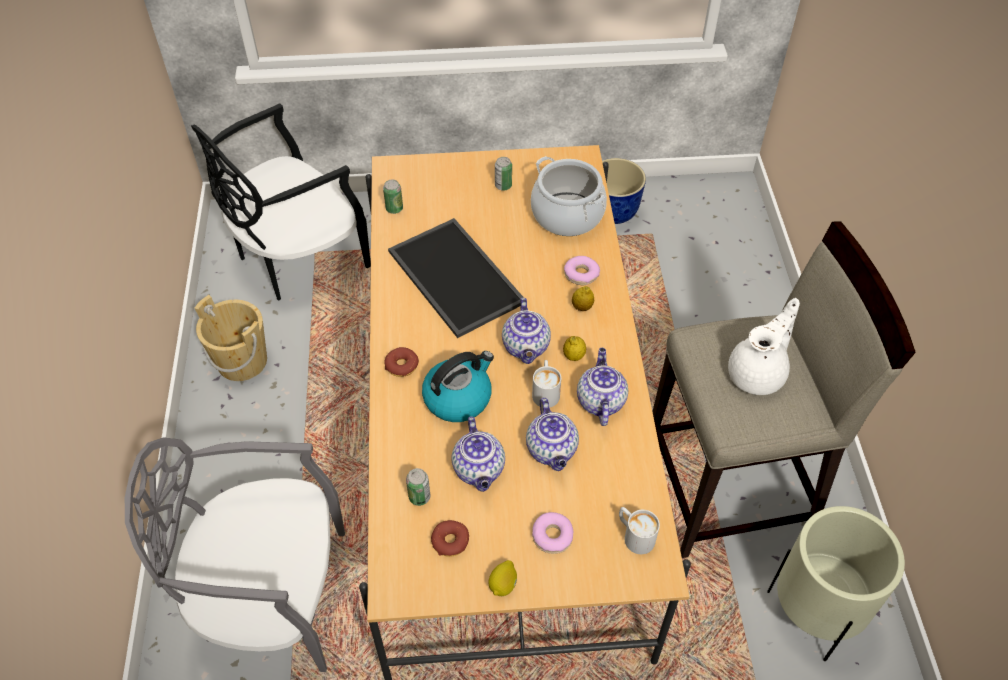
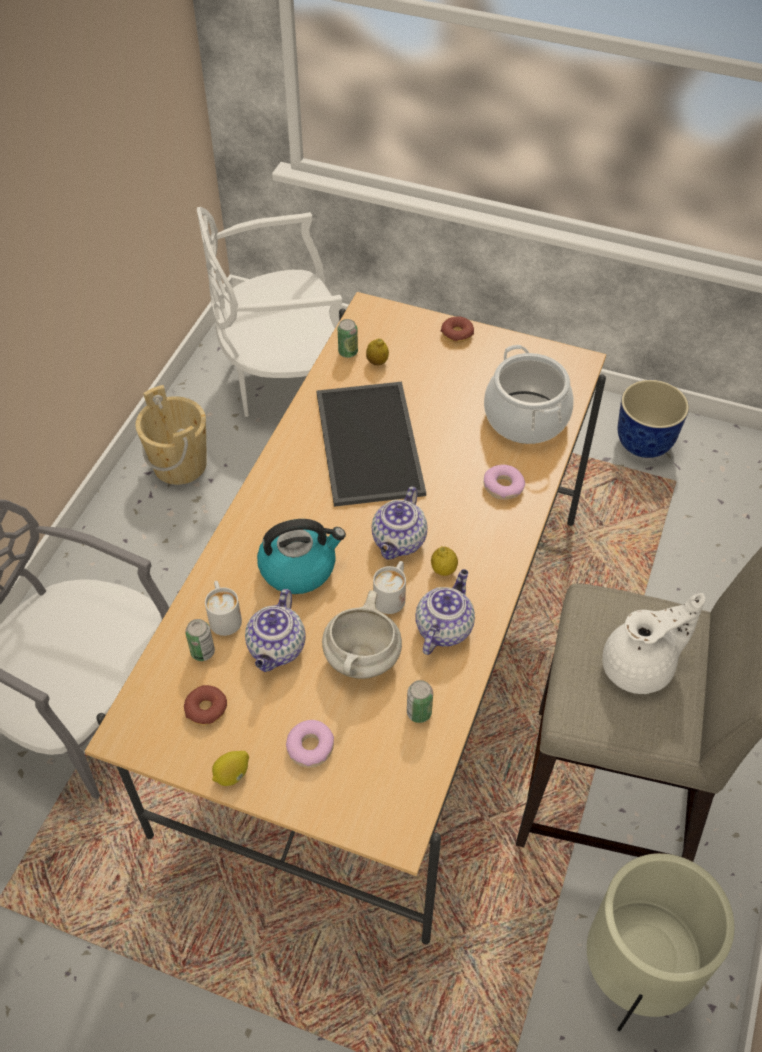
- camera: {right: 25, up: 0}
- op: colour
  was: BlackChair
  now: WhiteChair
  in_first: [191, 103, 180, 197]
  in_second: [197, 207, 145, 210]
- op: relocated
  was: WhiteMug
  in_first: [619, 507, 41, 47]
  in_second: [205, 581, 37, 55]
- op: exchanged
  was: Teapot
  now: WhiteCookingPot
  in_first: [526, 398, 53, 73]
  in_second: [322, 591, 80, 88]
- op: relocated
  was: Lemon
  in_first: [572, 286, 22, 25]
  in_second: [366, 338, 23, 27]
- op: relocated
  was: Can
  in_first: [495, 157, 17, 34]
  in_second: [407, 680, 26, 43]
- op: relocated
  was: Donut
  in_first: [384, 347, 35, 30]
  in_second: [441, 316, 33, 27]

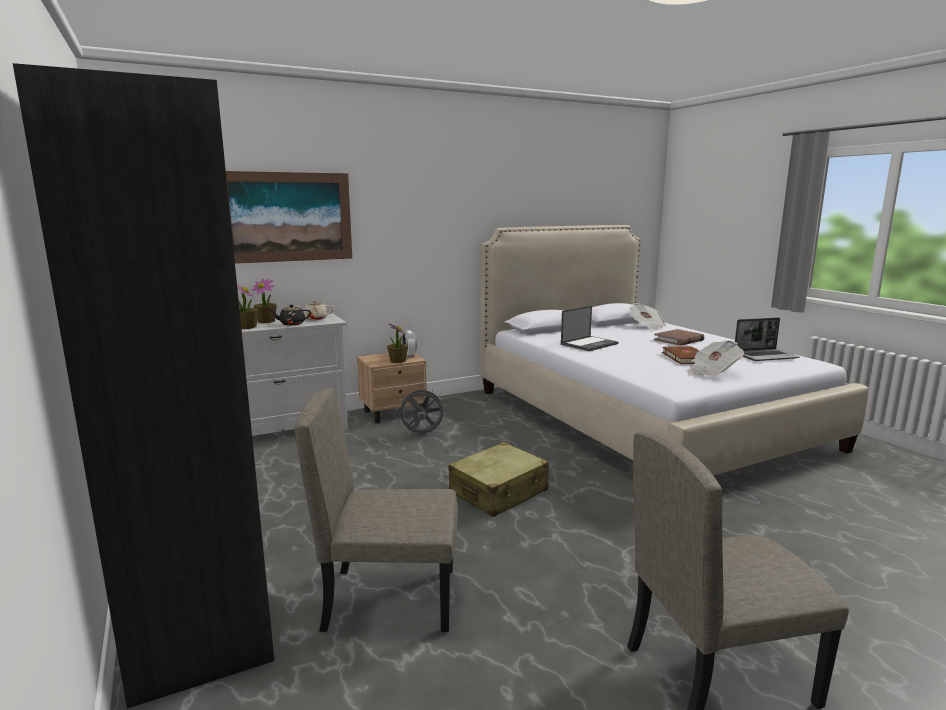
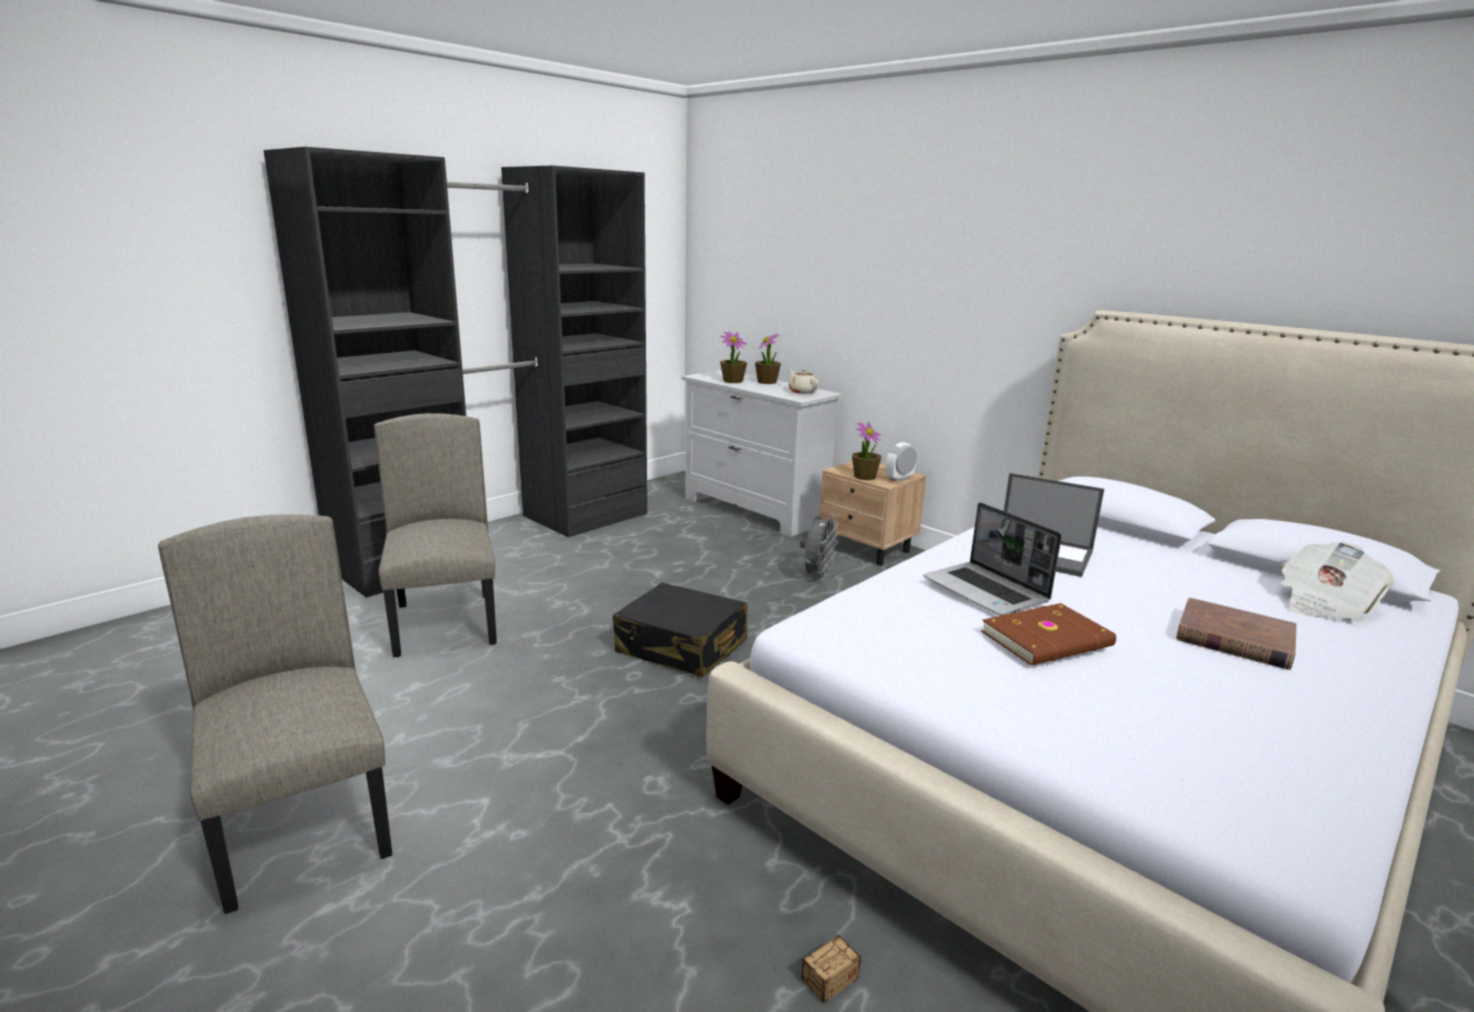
- camera: {right: 70, up: 5}
- op: colour
  was: BeigeSuitcase
  now: BlackSuitcase
  in_first: [449, 442, 100, 75]
  in_second: [613, 582, 134, 96]
- op: appeared
  now: StorageBox
  in_second: [774, 935, 87, 68]
- op: spun
  was: GreyFan
  in_first: [398, 387, 48, 46]
  in_second: [800, 514, 39, 66]
  clockwise: 45
- op: relocated
  was: Laptop
  in_first: [735, 318, 65, 43]
  in_second: [923, 502, 139, 114]
- op: missing
  was: Picture
  in_first: [226, 171, 126, 93]
- op: missing
  was: BlackTeapot
  in_first: [270, 305, 41, 20]
- op: missing
  was: Newspaper
  in_first: [688, 340, 56, 36]

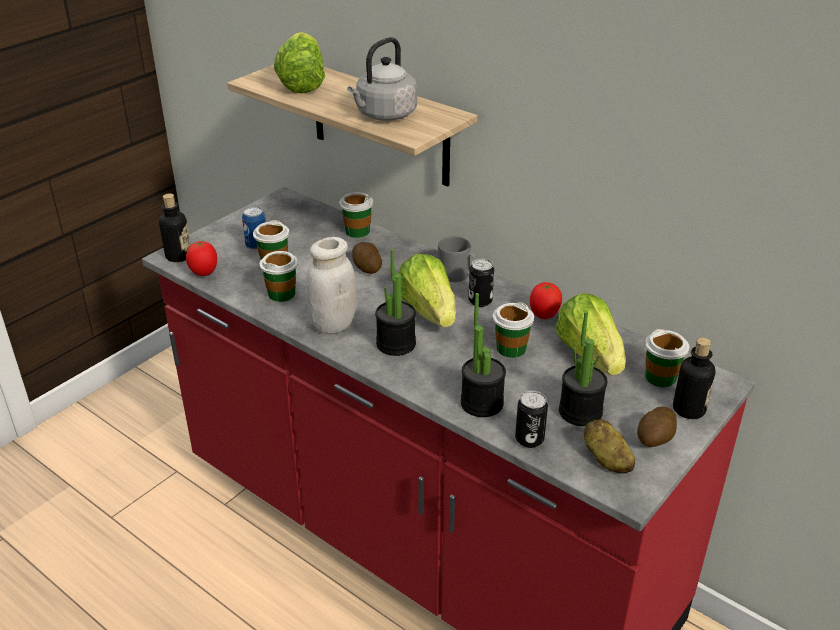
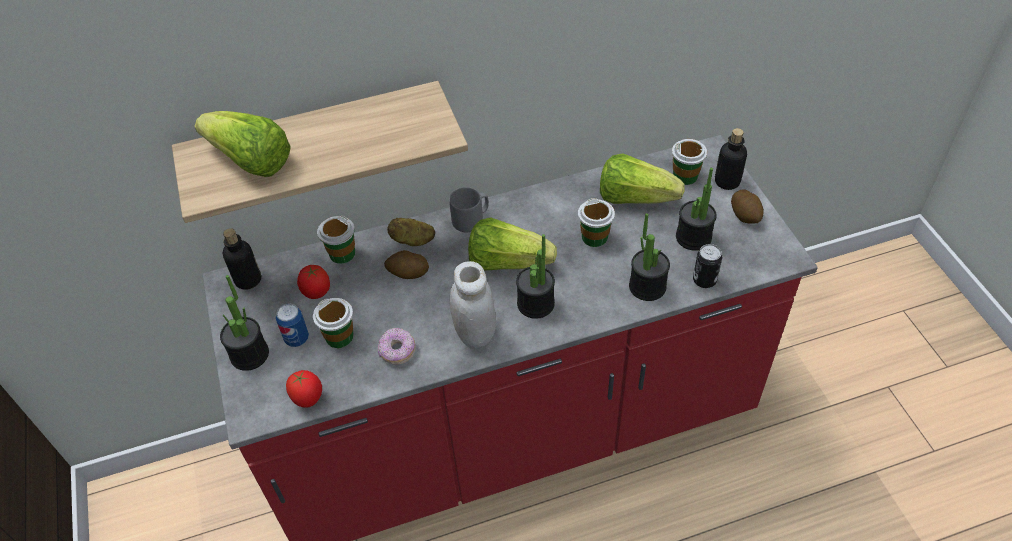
- camera: {right: -55, up: 15}
- op: appeared
  now: PottedPlant
  in_second: [220, 275, 49, 96]
- op: relocated
  was: Bottle
  in_first: [159, 193, 32, 69]
  in_second: [223, 228, 38, 62]
- op: relocated
  was: Tomato
  in_first: [530, 282, 32, 37]
  in_second: [297, 265, 33, 34]
- op: exchanged
  was: Cup
  now: Donut
  in_first: [260, 251, 38, 51]
  in_second: [378, 328, 38, 36]
- op: relocated
  was: Potato
  in_first: [584, 419, 51, 55]
  in_second: [387, 218, 48, 28]
- op: missing
  was: GreyKettle
  in_first: [347, 37, 70, 84]
- op: missing
  was: Can
  in_first: [469, 259, 25, 48]

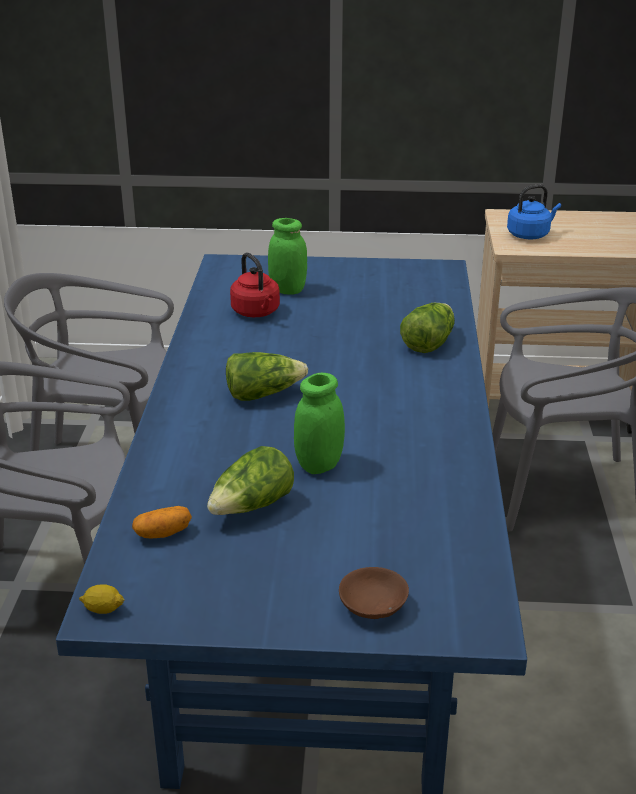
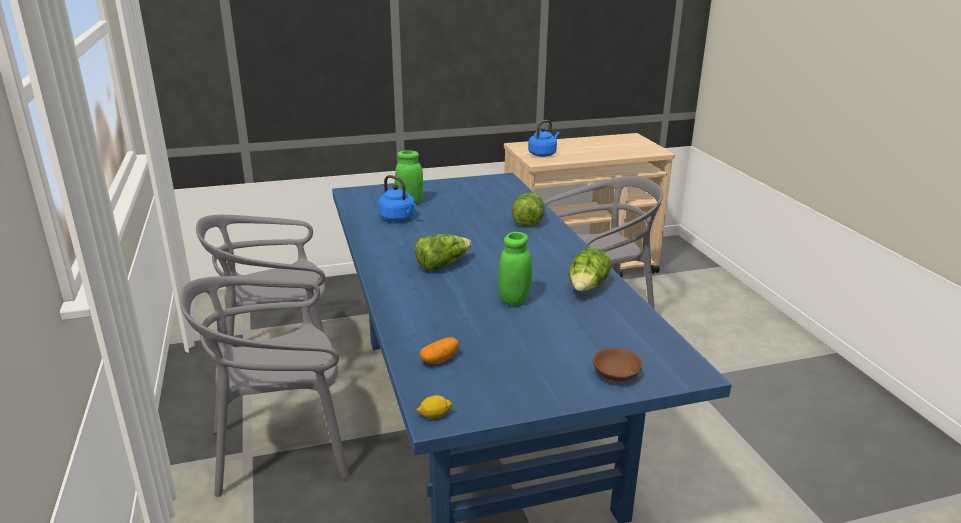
- camera: {right: -20, up: -5}
- op: colour
  was: RedKettle
  now: BlueKettle
  in_first: [230, 253, 50, 64]
  in_second: [379, 175, 37, 46]
- op: relocated
  was: Lettuce
  in_first: [207, 446, 87, 69]
  in_second: [569, 247, 42, 45]

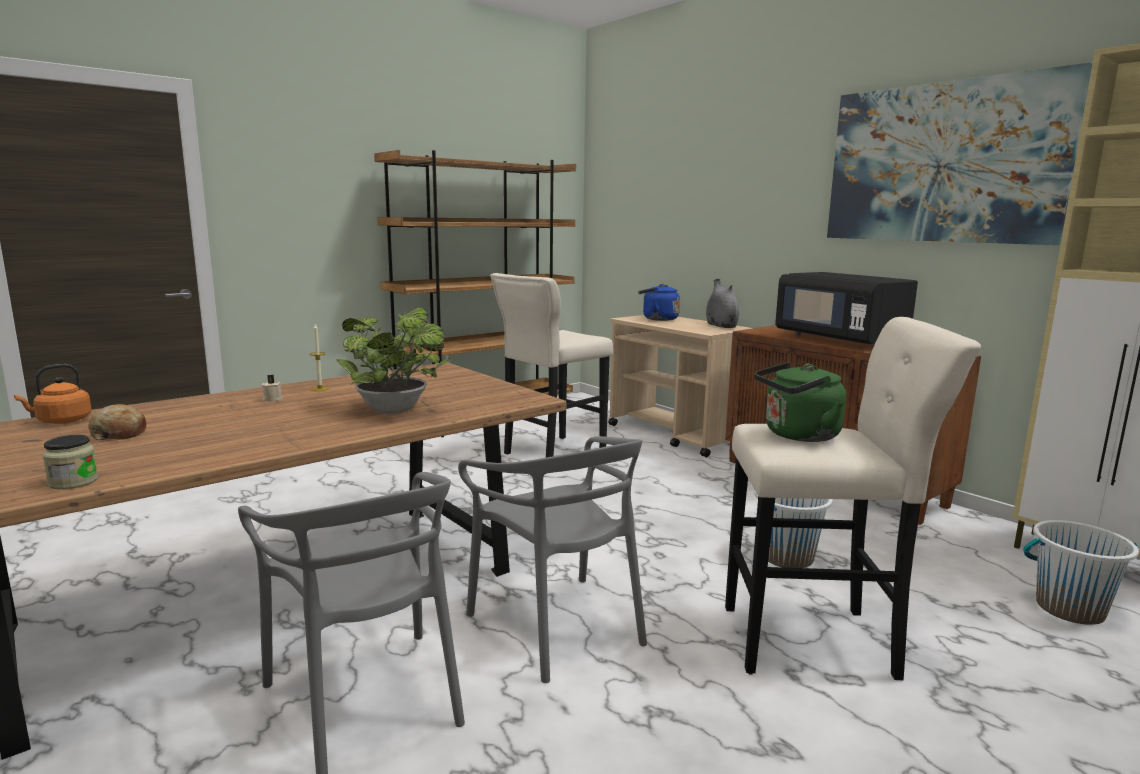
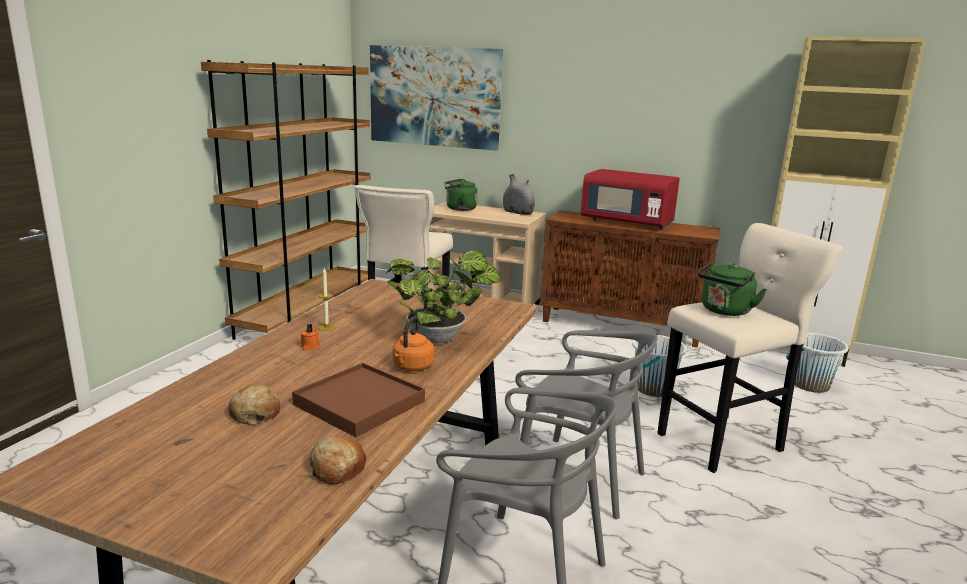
- camera: {right: -30, up: 5}
- op: appeared
  now: BrownTray
  in_second: [292, 363, 133, 74]
- op: colour
  was: BeigeCandle
  now: OrangeCandle
  in_first: [262, 375, 21, 27]
  in_second: [300, 324, 20, 26]
- op: exchanged
  was: Jar
  now: Bread
  in_first: [43, 435, 55, 54]
  in_second: [309, 436, 57, 49]
- op: relocated
  was: Picture
  in_first: [827, 63, 265, 182]
  in_second: [370, 45, 133, 106]
- op: relocated
  was: OrangeKettle
  in_first: [14, 364, 77, 60]
  in_second: [393, 316, 41, 55]
- op: colour
  was: BlueKettle
  now: GreenKettle
  in_first: [638, 284, 42, 37]
  in_second: [445, 179, 33, 32]
- op: colour
  was: BlackMicrowave
  now: RedMicrowave
  in_first: [775, 272, 143, 73]
  in_second: [581, 169, 99, 61]

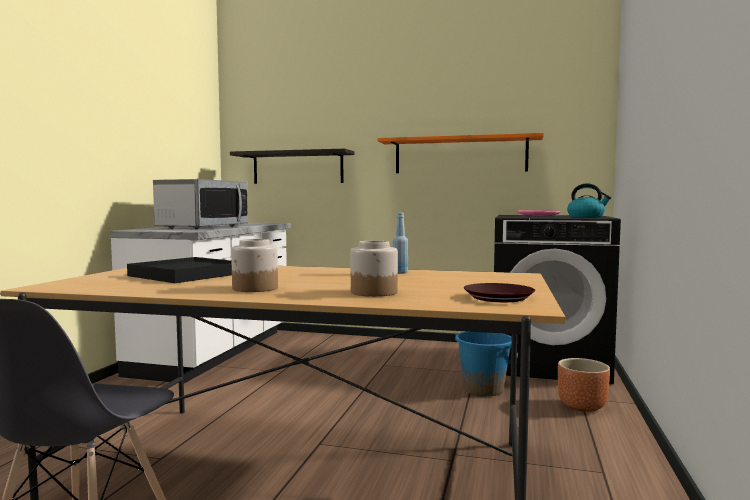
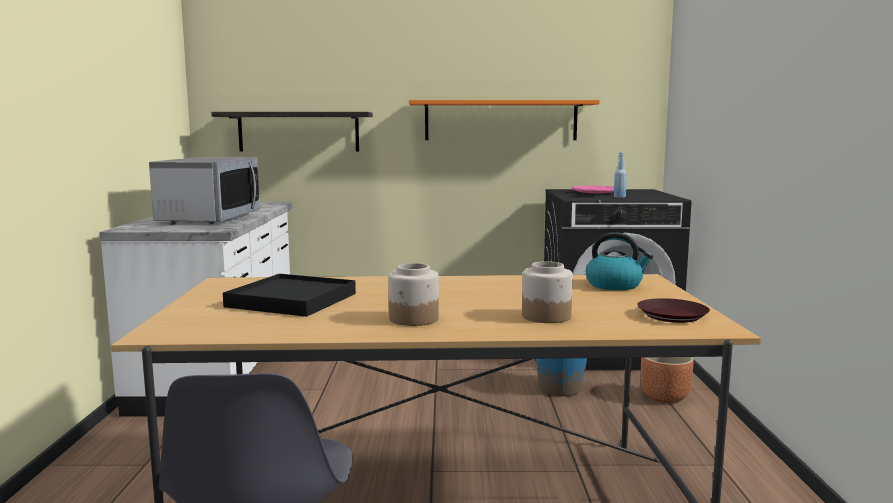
- camera: {right: -15, up: 5}
- op: relocated
  was: Kettle
  in_first: [567, 184, 44, 34]
  in_second: [586, 232, 67, 58]
- op: relocated
  was: BlueBottle
  in_first: [393, 213, 15, 61]
  in_second: [614, 152, 13, 46]

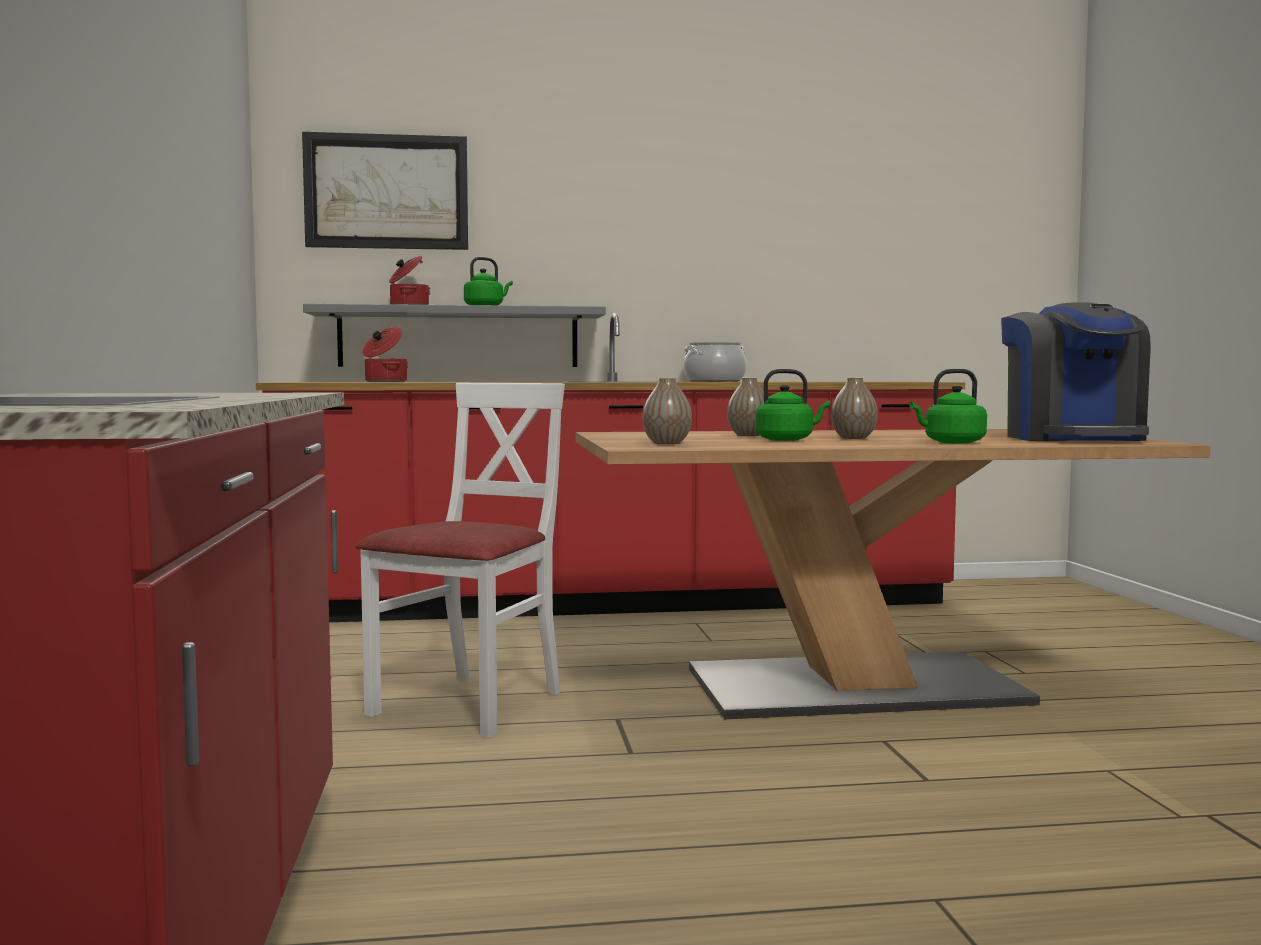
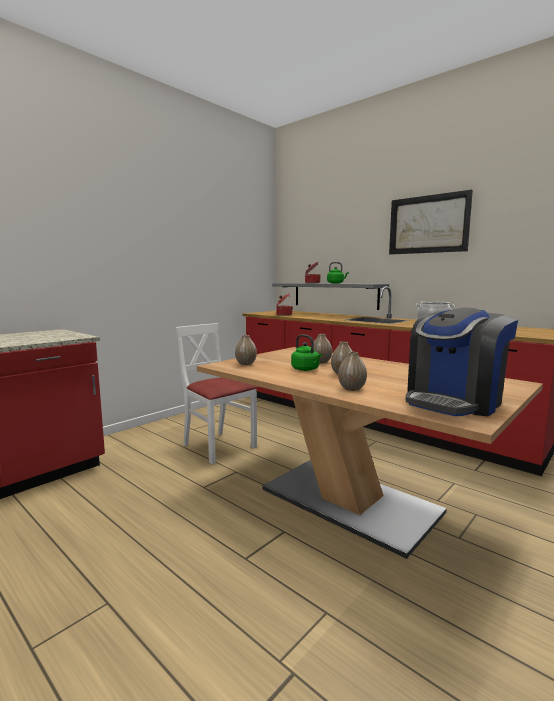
- camera: {right: 50, up: 5}
- op: spun
  was: WhiteChair
  in_first: [355, 383, 210, 354]
  in_second: [175, 323, 84, 141]
  clockwise: -120
- op: exchanged
  was: GreenKettle
  now: Vase
  in_first: [909, 369, 78, 75]
  in_second: [338, 352, 29, 39]
- op: relocated
  was: Picture
  in_first: [302, 132, 166, 118]
  in_second: [389, 190, 84, 65]

